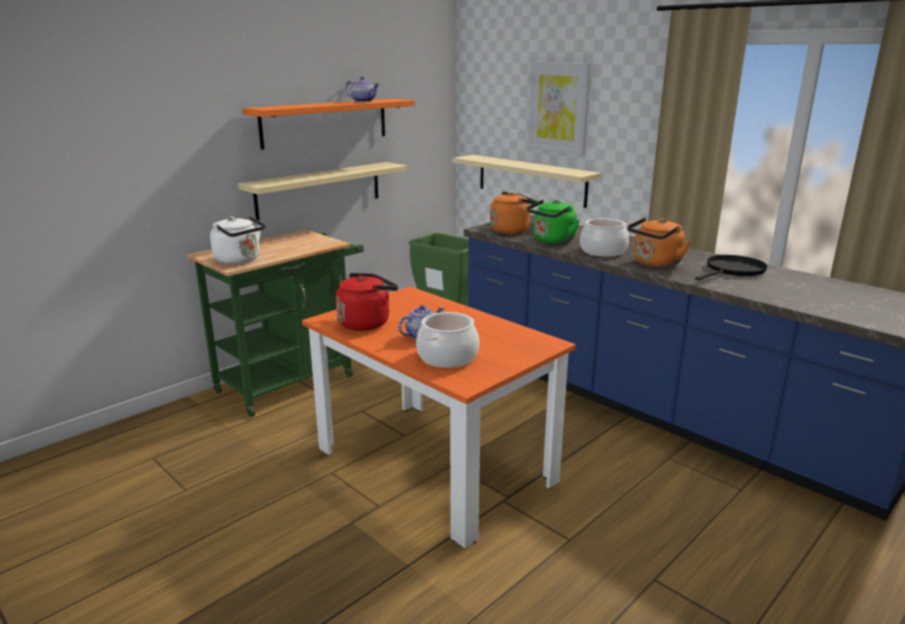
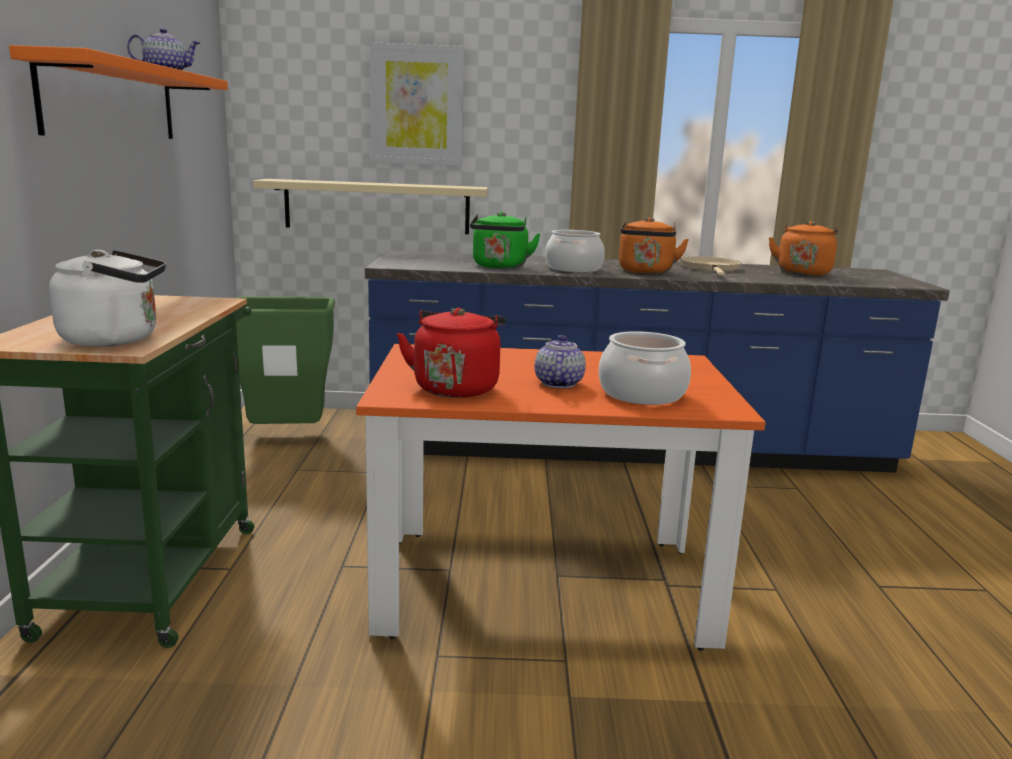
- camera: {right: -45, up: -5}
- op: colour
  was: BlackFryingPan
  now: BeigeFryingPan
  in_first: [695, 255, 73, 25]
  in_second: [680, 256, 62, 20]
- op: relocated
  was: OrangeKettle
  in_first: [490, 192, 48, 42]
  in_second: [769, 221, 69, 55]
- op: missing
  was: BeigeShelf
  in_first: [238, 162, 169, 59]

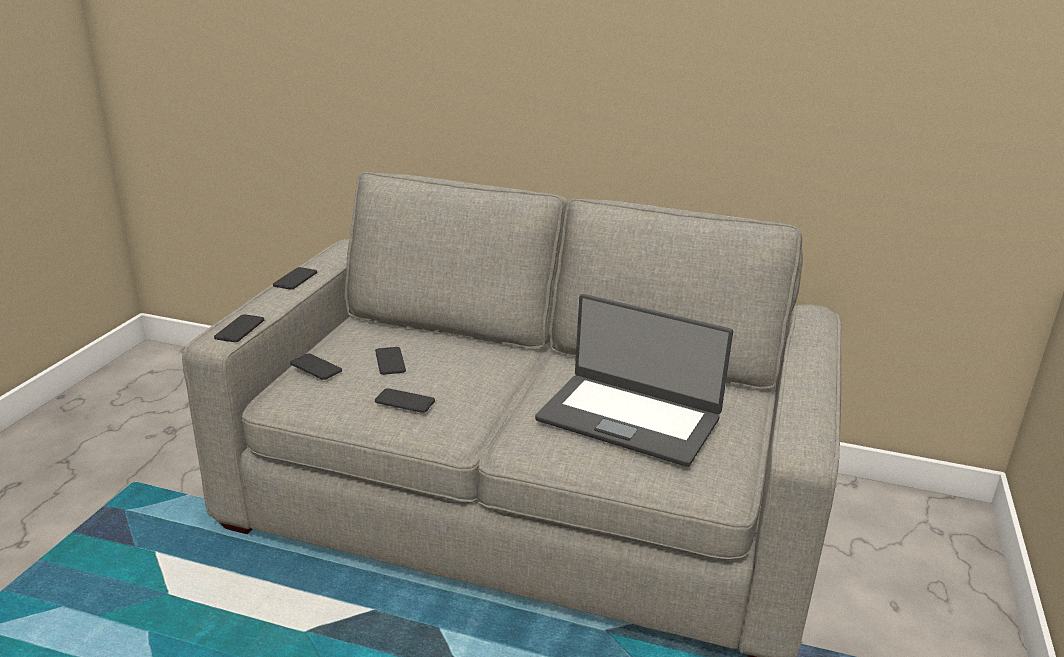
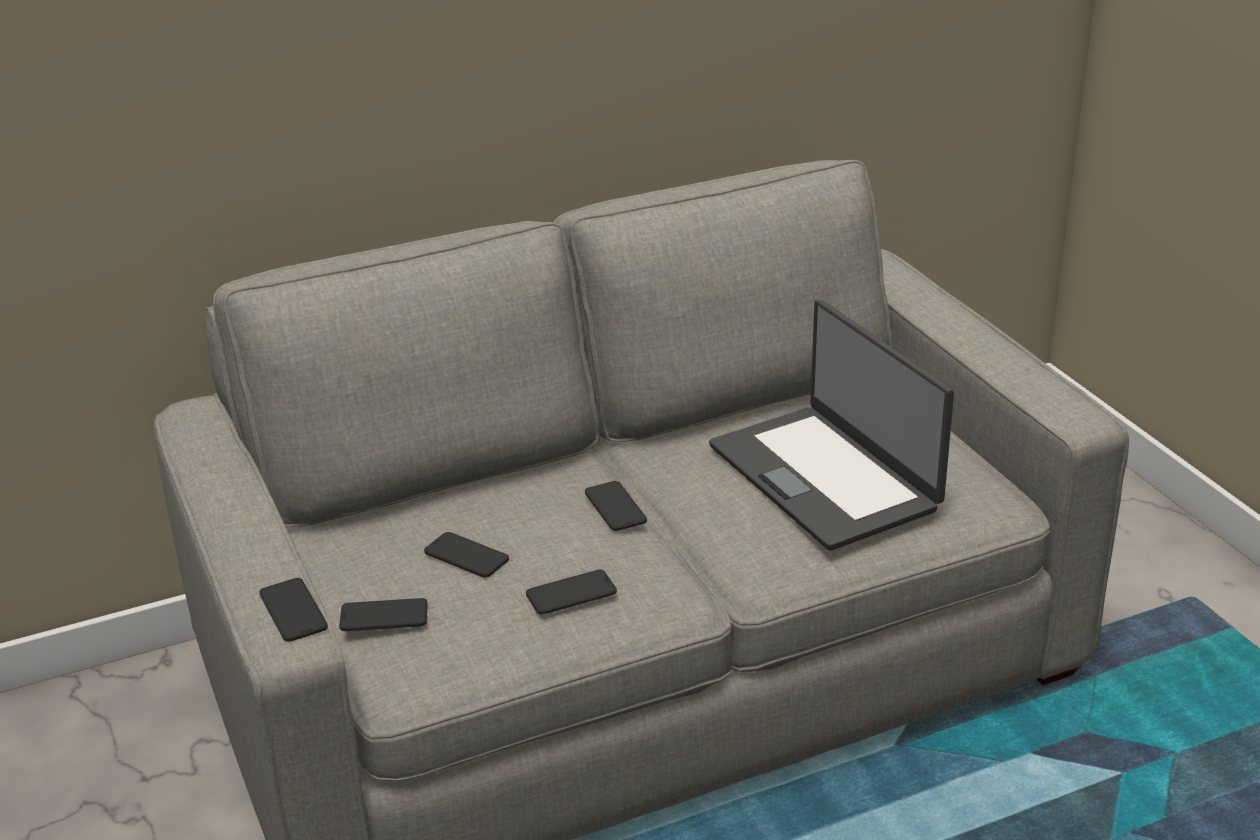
- camera: {right: -40, up: 5}
- op: relocated
  was: Phone
  in_first: [273, 267, 44, 23]
  in_second: [585, 481, 62, 50]
- op: spun
  was: Laptop
  in_first: [535, 294, 198, 173]
  in_second: [709, 299, 245, 252]
  clockwise: 75

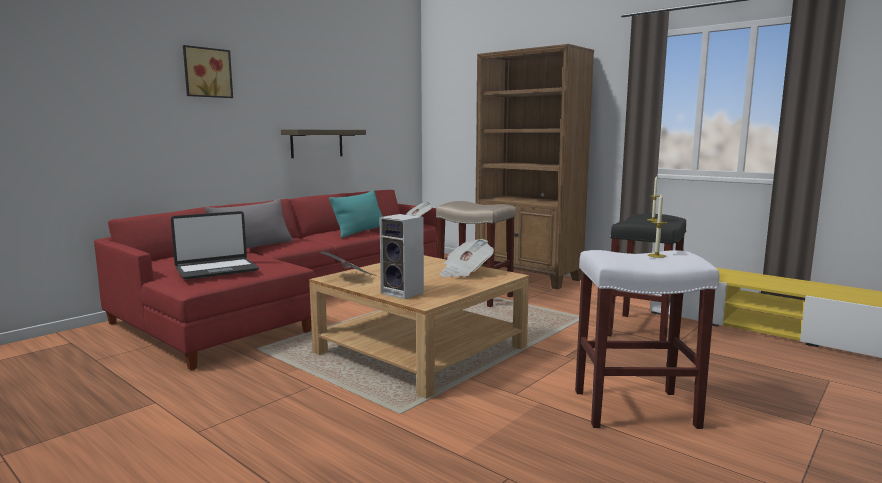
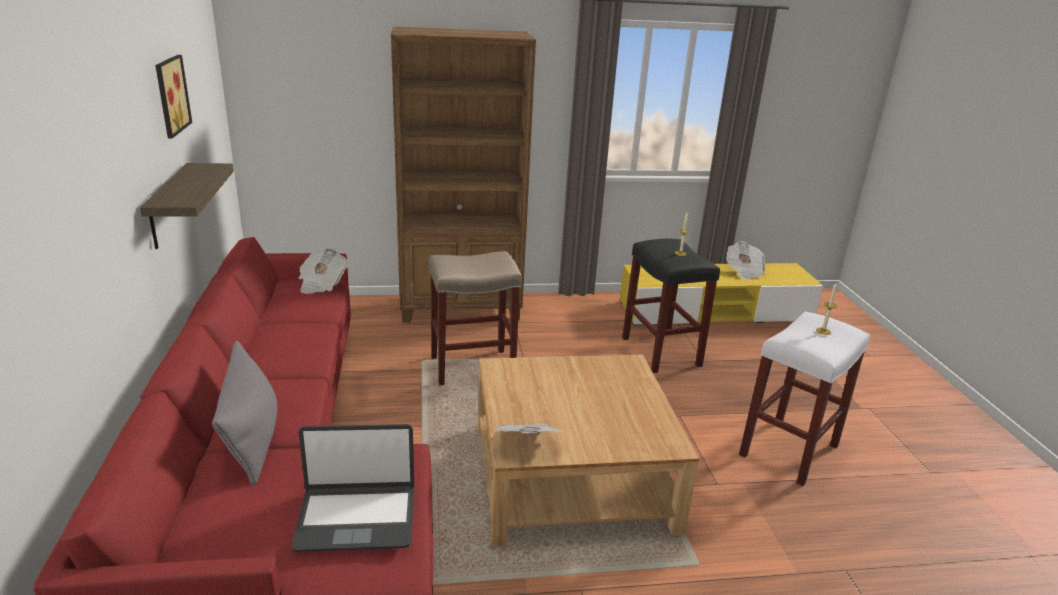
- camera: {right: -50, up: 15}
- op: relocated
  was: Picture
  in_first: [183, 45, 50, 53]
  in_second: [155, 55, 37, 83]
- op: spun
  was: Laptop
  in_first: [171, 211, 88, 69]
  in_second: [291, 424, 123, 128]
  clockwise: 75
- op: relocated
  was: Newspaper
  in_first: [439, 239, 55, 38]
  in_second: [726, 241, 39, 39]
- op: missing
  was: TurquoisePillow
  in_first: [329, 190, 54, 48]
- op: missing
  was: Speaker
  in_first: [379, 214, 45, 85]

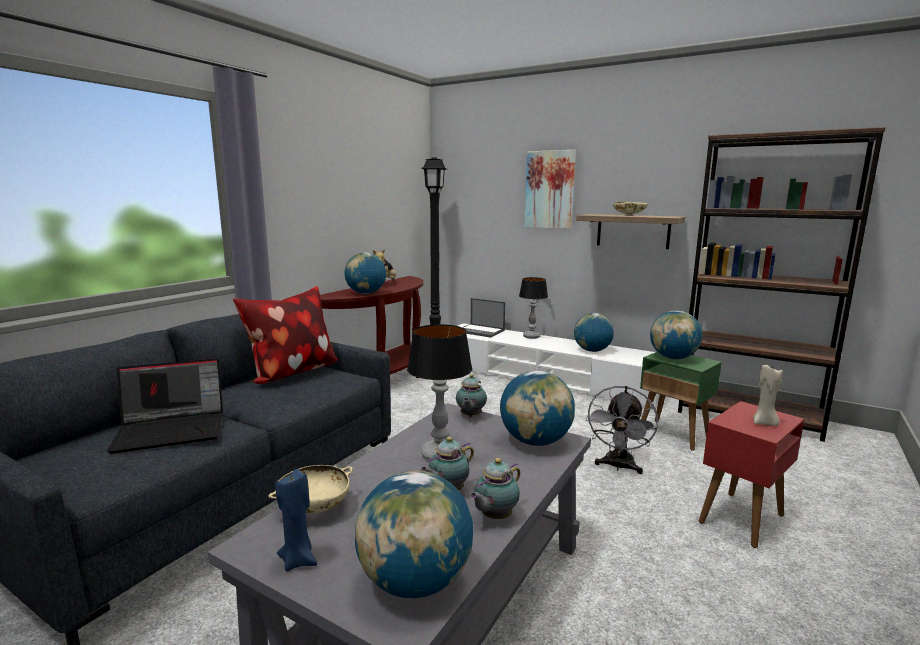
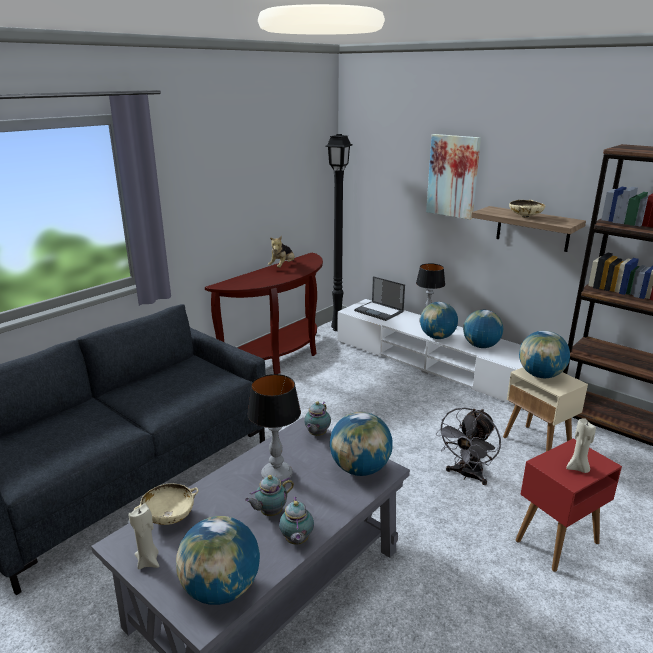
- camera: {right: 10, up: 10}
- op: colour
  was: BlueCandle
  now: BeigeCandle
  in_first: [276, 469, 41, 102]
  in_second: [129, 504, 30, 65]
- op: spun
  was: Teapot
  in_first: [469, 458, 51, 61]
  in_second: [279, 496, 35, 49]
  clockwise: -60
- op: relocated
  was: Globe
  in_first: [345, 253, 41, 41]
  in_second: [420, 302, 38, 37]
- op: colour
  was: GreenSideTable
  now: BeigeSideTable
  in_first: [640, 352, 82, 99]
  in_second: [503, 367, 85, 85]
- op: missing
  was: Laptop
  in_first: [107, 358, 116, 96]
- op: missing
  was: Pillow
  in_first: [233, 286, 105, 98]

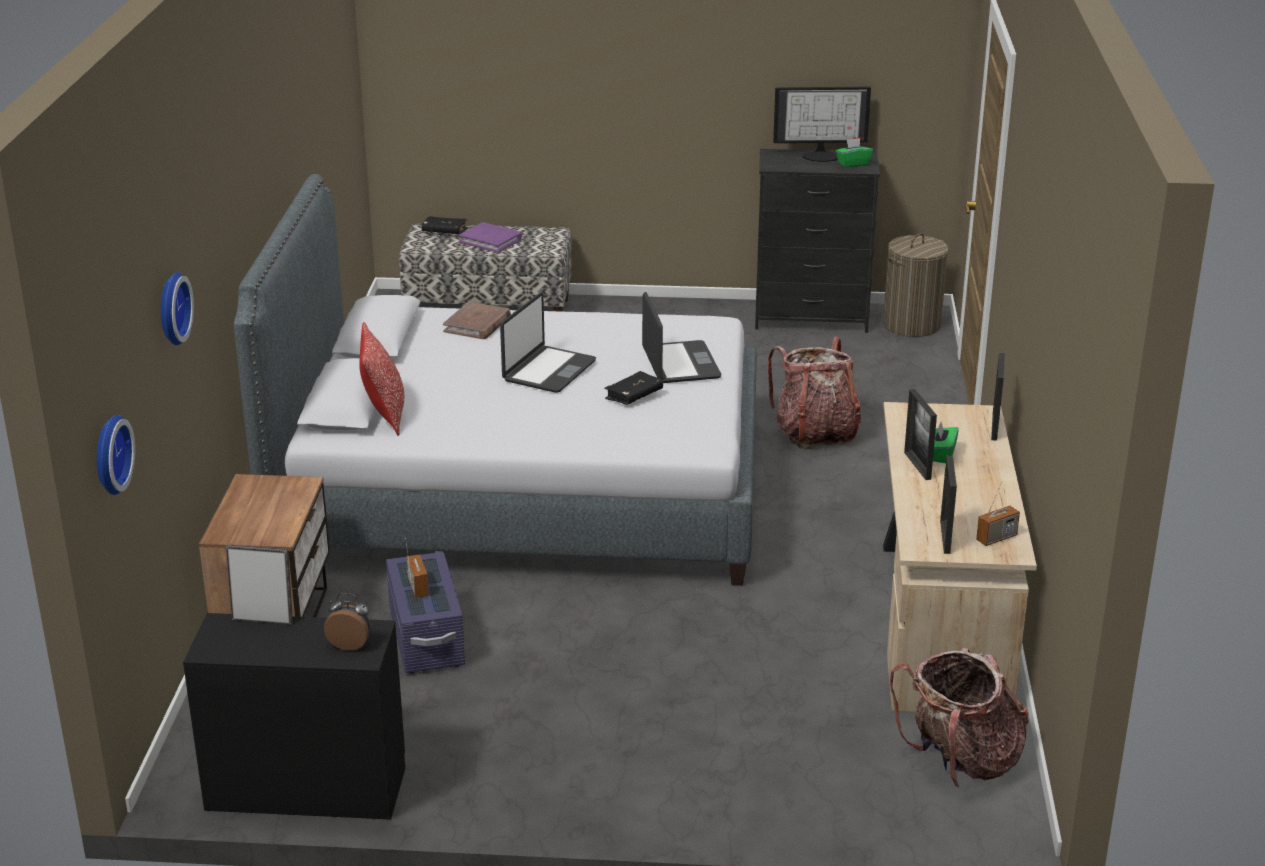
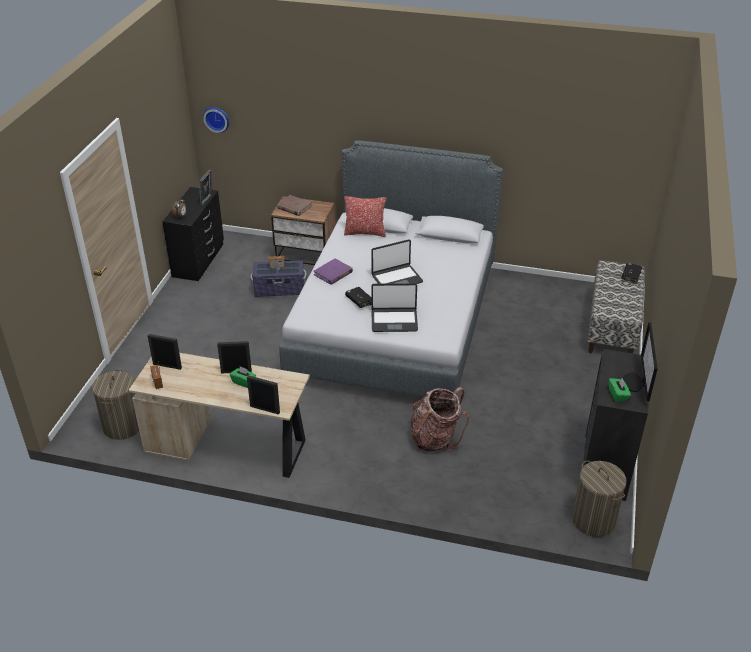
- camera: {right: 100, up: 10}
- op: exchanged
  was: Backpack
  now: LaundryBasket
  in_first: [890, 647, 139, 141]
  in_second: [92, 369, 47, 71]
- op: relocated
  was: BrownBook
  in_first: [443, 302, 68, 37]
  in_second: [277, 195, 35, 21]
- op: relocated
  was: PurpleBook
  in_first: [459, 222, 63, 31]
  in_second: [314, 258, 39, 26]
- op: spun
  was: Laptop
  in_first: [500, 293, 96, 100]
  in_second: [371, 239, 52, 45]
  clockwise: -60
- op: missing
  was: WallClock
  in_first: [161, 272, 33, 73]

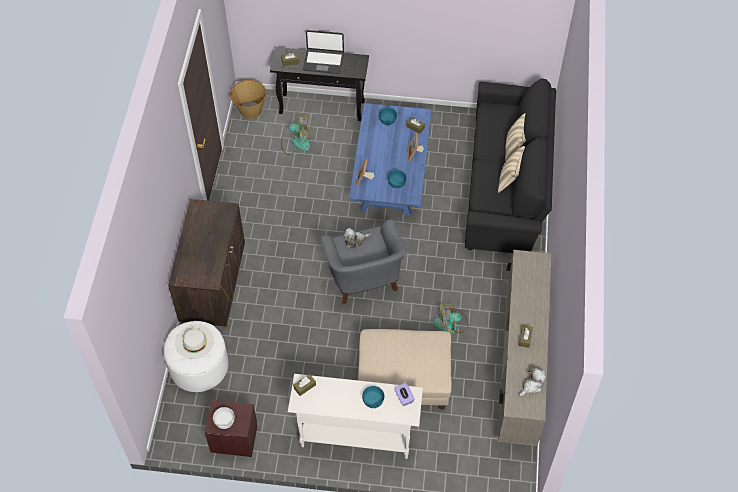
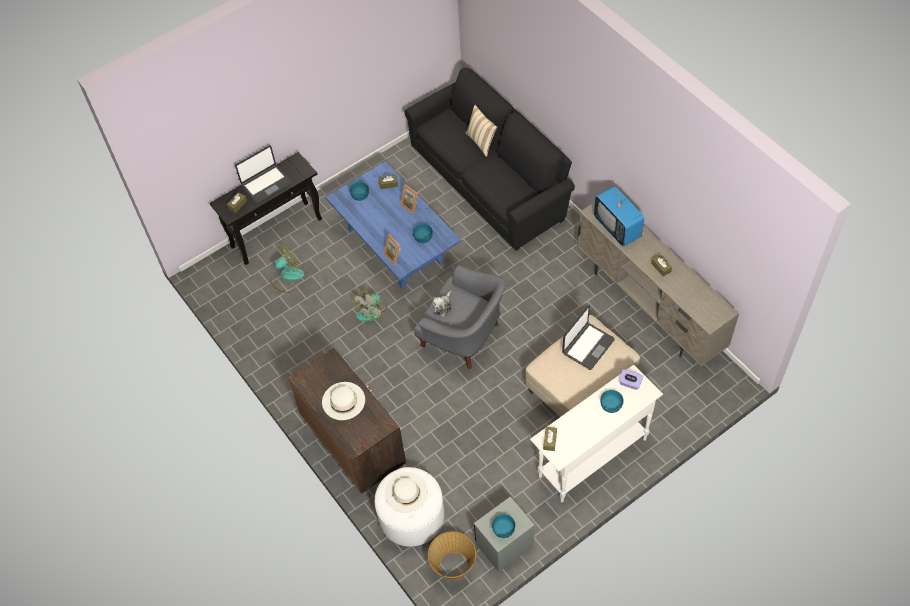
- camera: {right: -40, up: 0}
- op: appeared
  now: WhiteHat
  in_second: [322, 382, 43, 38]
- op: relocated
  was: Fan
  in_first: [434, 301, 35, 33]
  in_second: [354, 290, 33, 31]
- op: relocated
  was: Basket
  in_first: [230, 80, 36, 39]
  in_second: [428, 531, 48, 49]
- op: colour
  was: BrownNightstand
  now: GreyNightstand
  in_first: [205, 400, 52, 57]
  in_second: [474, 497, 61, 75]
- op: colour
  was: WhiteBowl
  now: TurquoiseBowl
  in_first: [213, 407, 22, 22]
  in_second: [492, 514, 23, 24]
- op: appeared
  now: Laptop
  in_second: [562, 305, 53, 65]
- op: appeared
  now: Television
  in_second: [594, 184, 50, 63]
- op: missing
  was: BeigePillow
  in_first: [498, 146, 27, 47]
- op: missing
  was: PlushToy
  in_first: [519, 367, 27, 30]

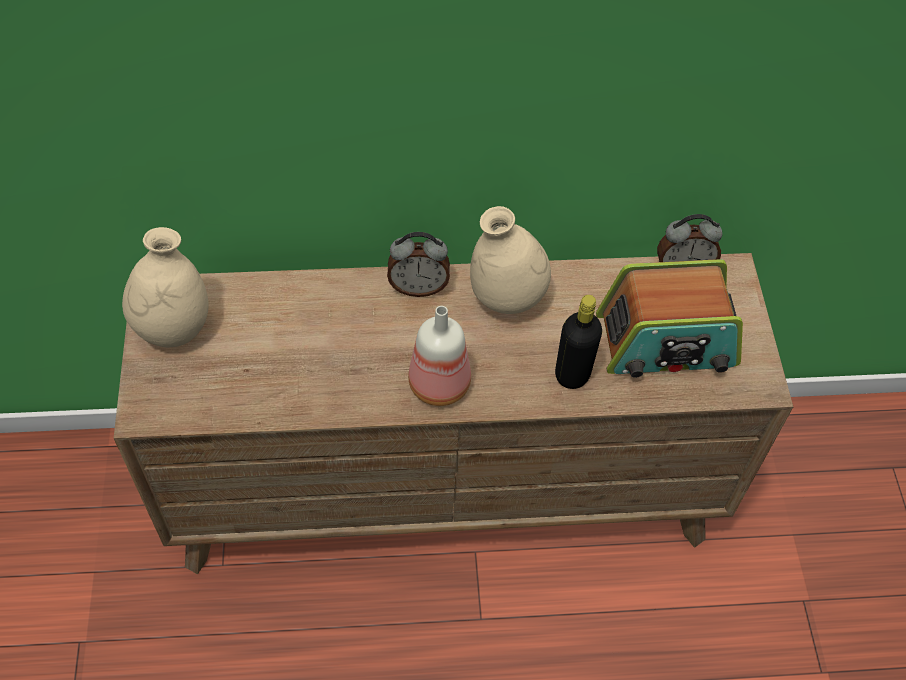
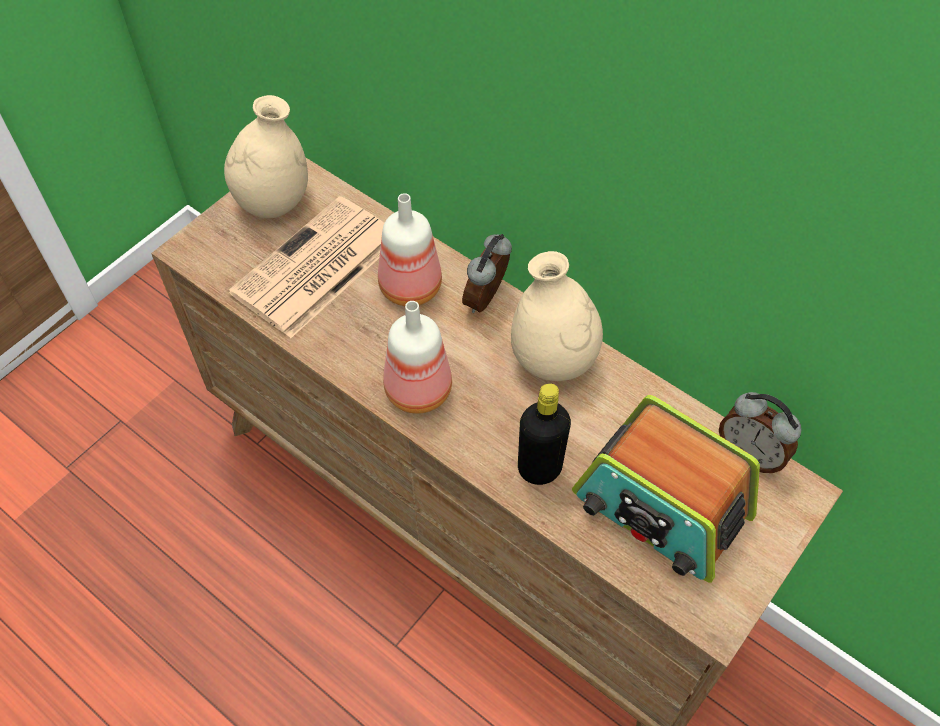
- camera: {right: 45, up: 0}
- op: appeared
  now: Newspaper
  in_second: [229, 196, 155, 142]
- op: appeared
  now: Bottle
  in_second: [378, 193, 64, 113]
- op: spun
  was: AlarmClock
  in_first: [387, 232, 63, 65]
  in_second: [462, 234, 50, 79]
  clockwise: 75

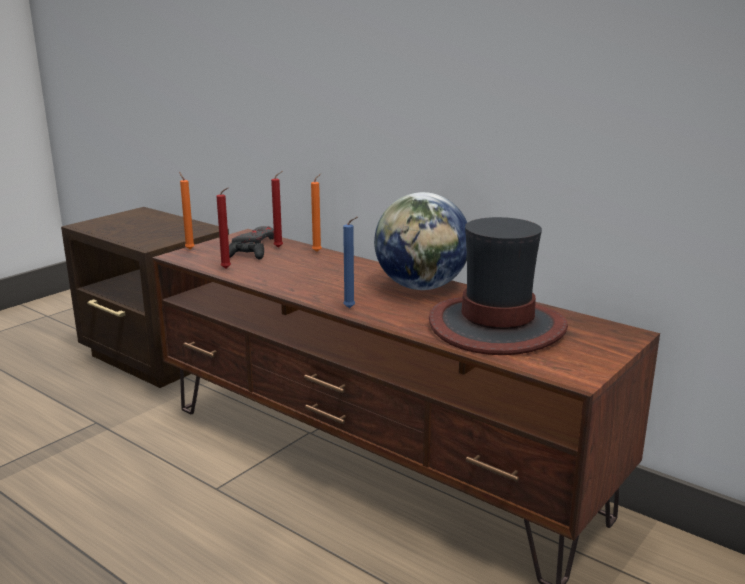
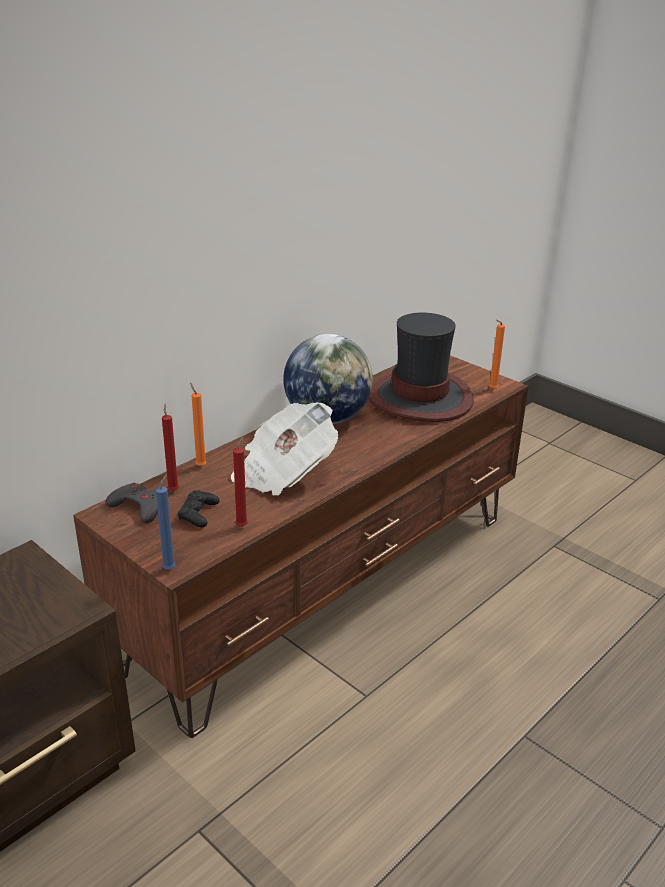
- camera: {right: -85, up: 10}
- op: relocated
  was: BlueCandle
  in_first: [343, 217, 15, 91]
  in_second: [156, 474, 20, 96]
- op: appeared
  now: Newspaper
  in_second: [231, 402, 107, 94]
- op: relocated
  was: OrangeCandle
  in_first: [179, 172, 16, 77]
  in_second: [489, 320, 16, 69]

